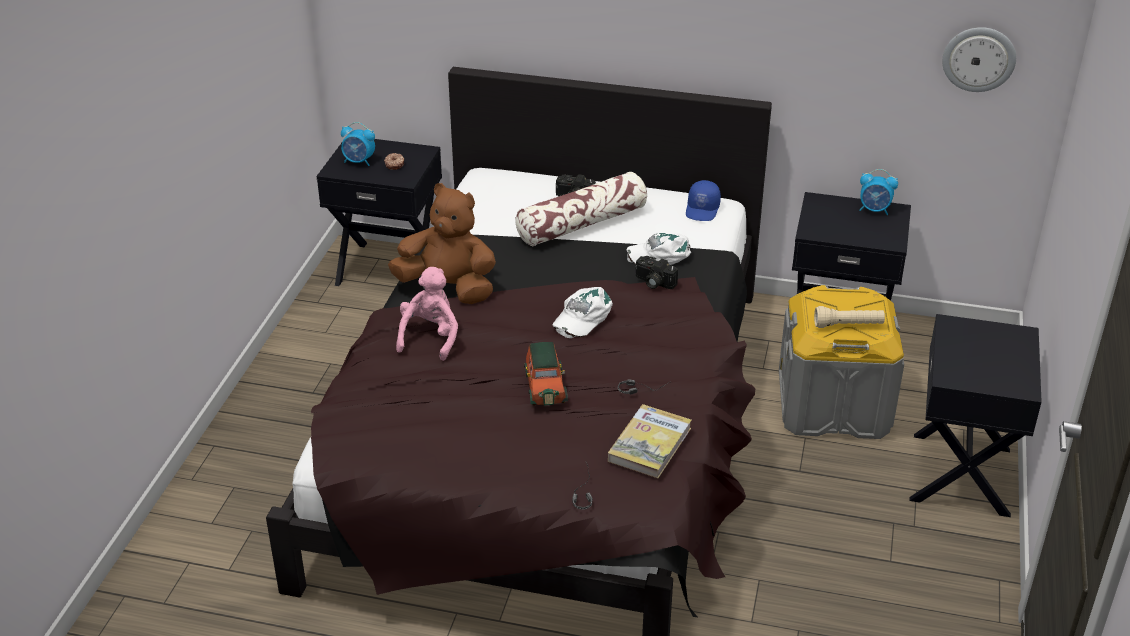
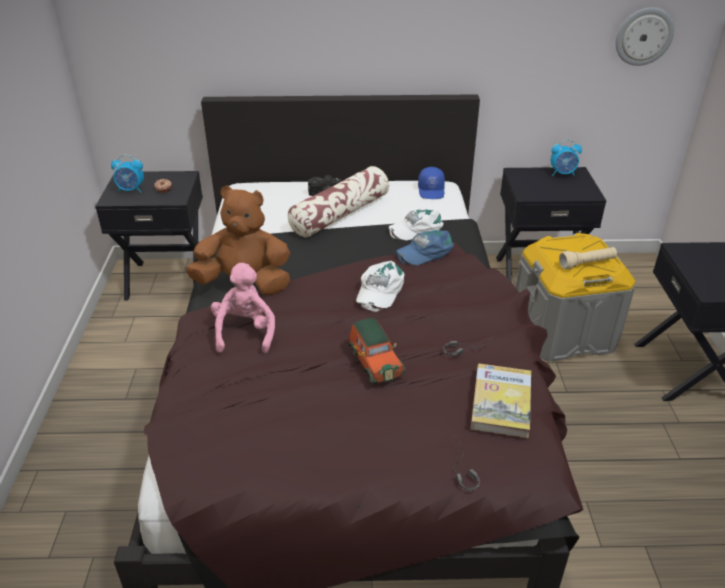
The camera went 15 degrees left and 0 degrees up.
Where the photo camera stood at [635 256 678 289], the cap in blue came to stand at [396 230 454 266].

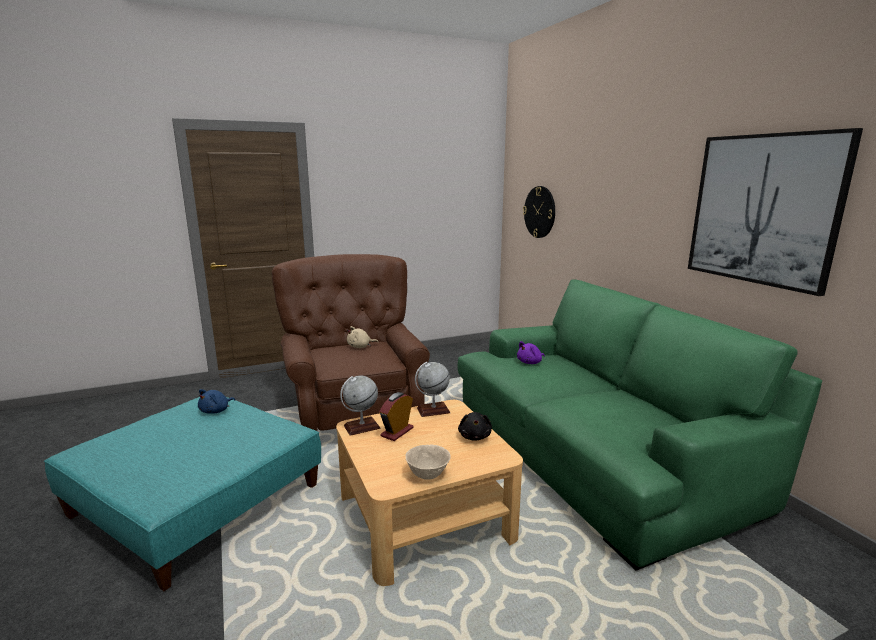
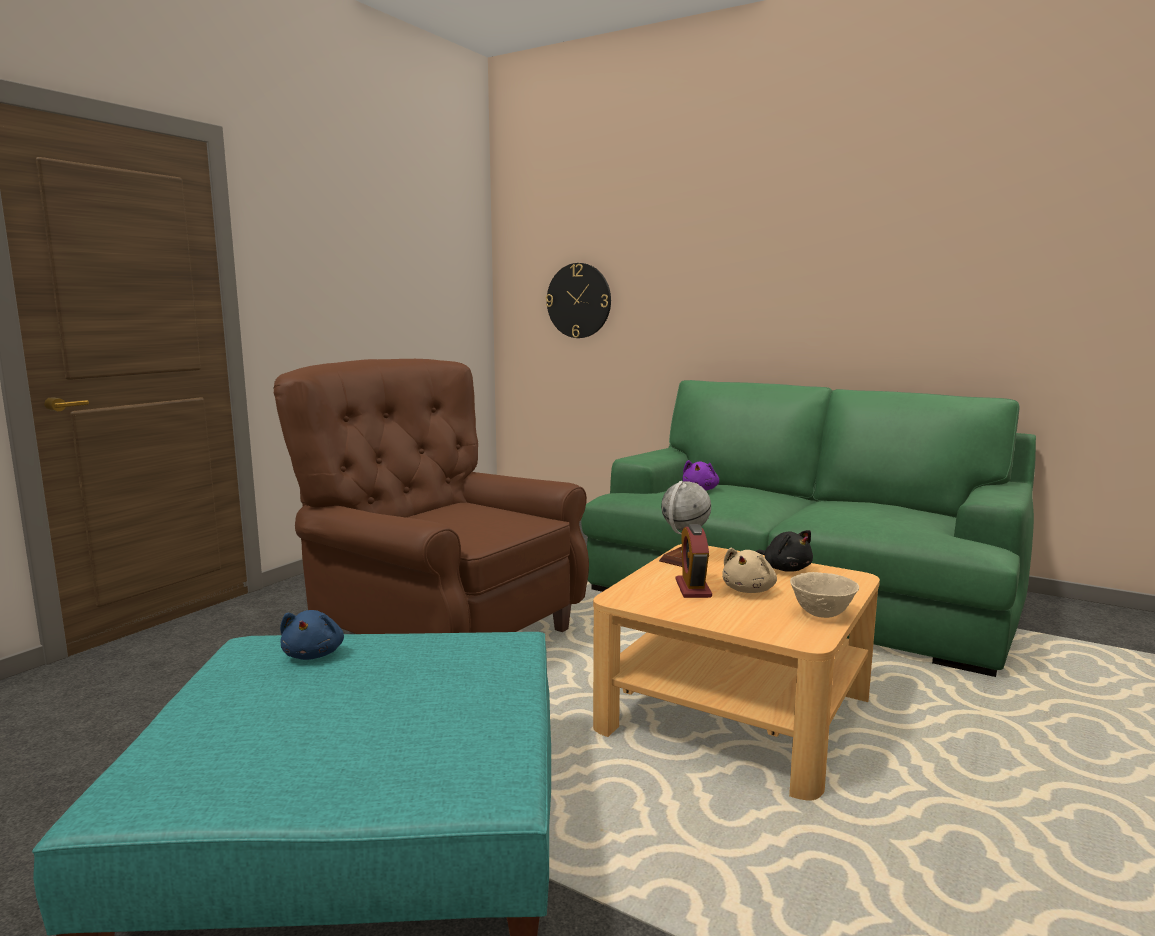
The camera went 35 degrees left and 5 degrees down.
The second view lost the globe at [340 376 380 436].
The plush toy in beige ended up elsewhere, having gone from [347 326 379 348] to [722 548 777 593].
The second view lost the picture at [688 128 863 296].

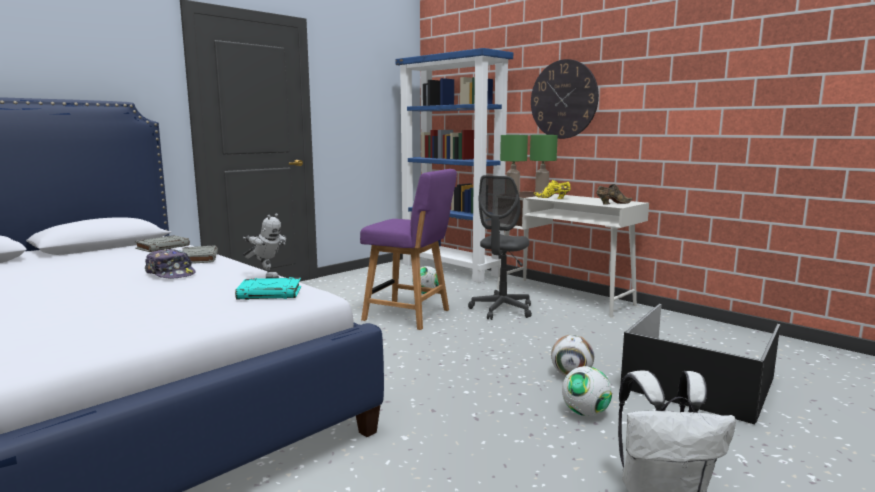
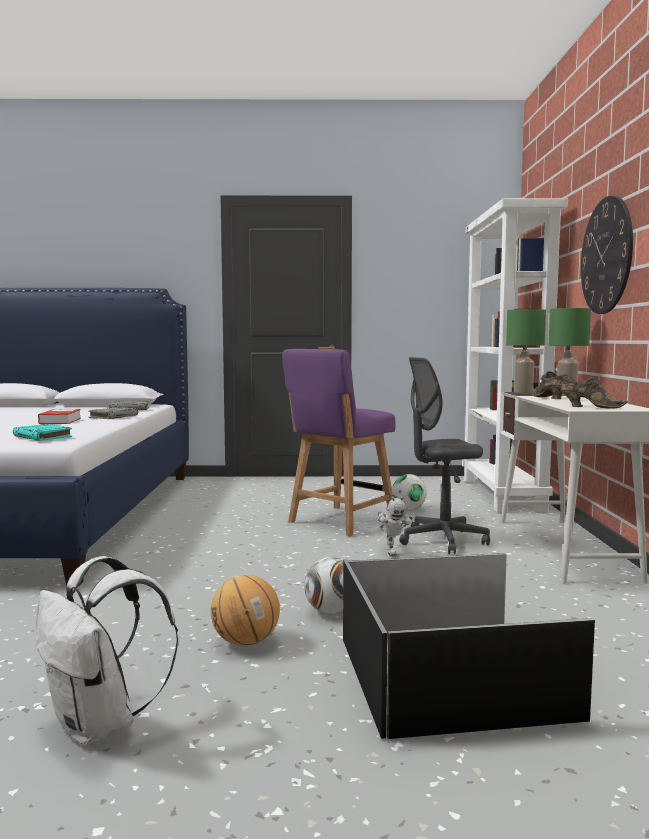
The camera went 45 degrees right and 5 degrees down.
Where the cap stood at [145 249 196 279], the book came to stand at [38 409 81 424].
The toy robot ended up elsewhere, having gone from [243 213 287 278] to [378 496 413 556].
The chair in purple at [360 169 457 330] ended up facing another way, 60 degrees clockwise from before.
What was the bookcase in blue at [395 48 513 283] turned into the bookcase in white at [462 198 568 512].
What was the shoe in yellow at [534 180 571 199] turned into the shoe in brown at [531 371 568 399].
Where the football stood at [562 366 612 416], the basketball came to stand at [211 575 280 646].

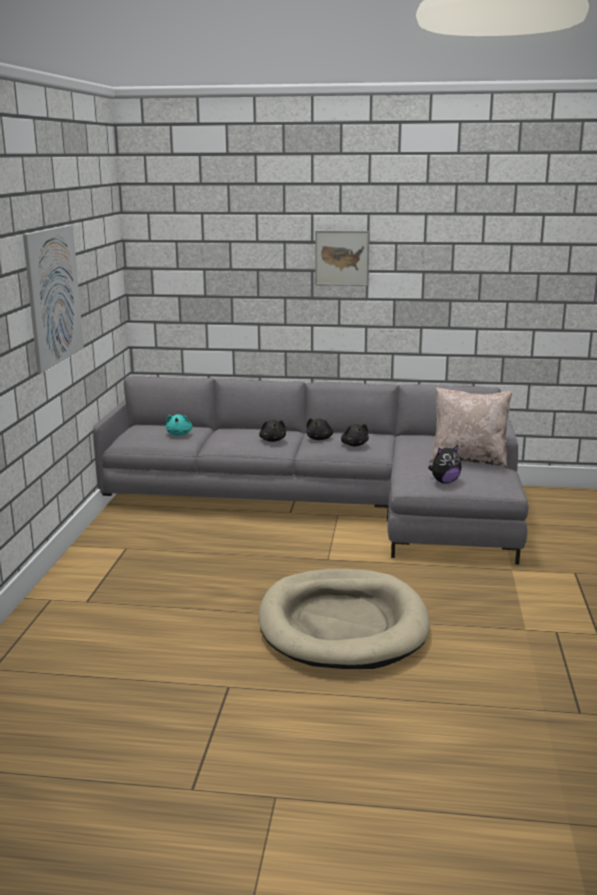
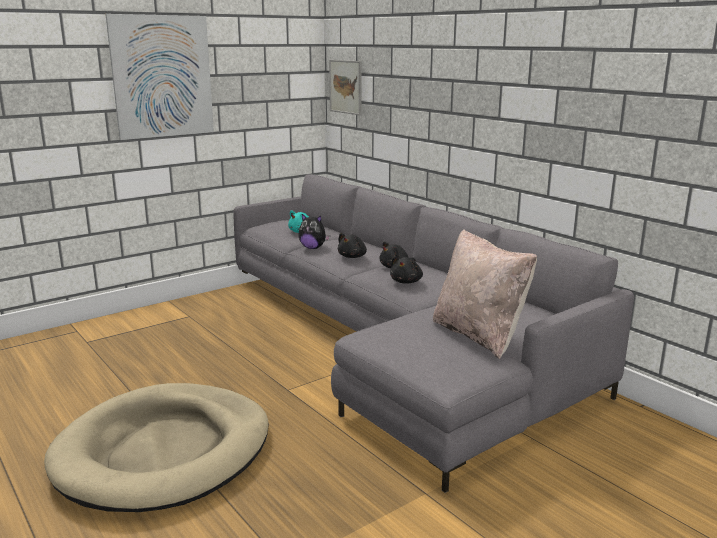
The camera went 45 degrees right and 0 degrees up.
The picture ended up elsewhere, having gone from [315 231 370 286] to [329 60 362 115].
The plush toy ended up elsewhere, having gone from [428 445 462 484] to [298 214 330 249].

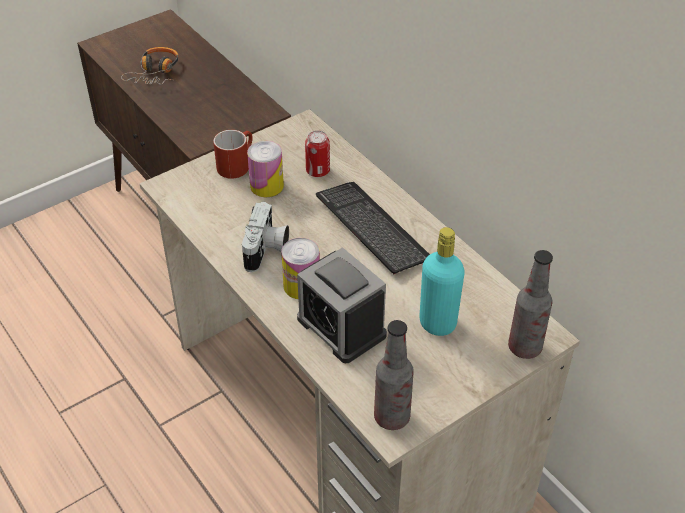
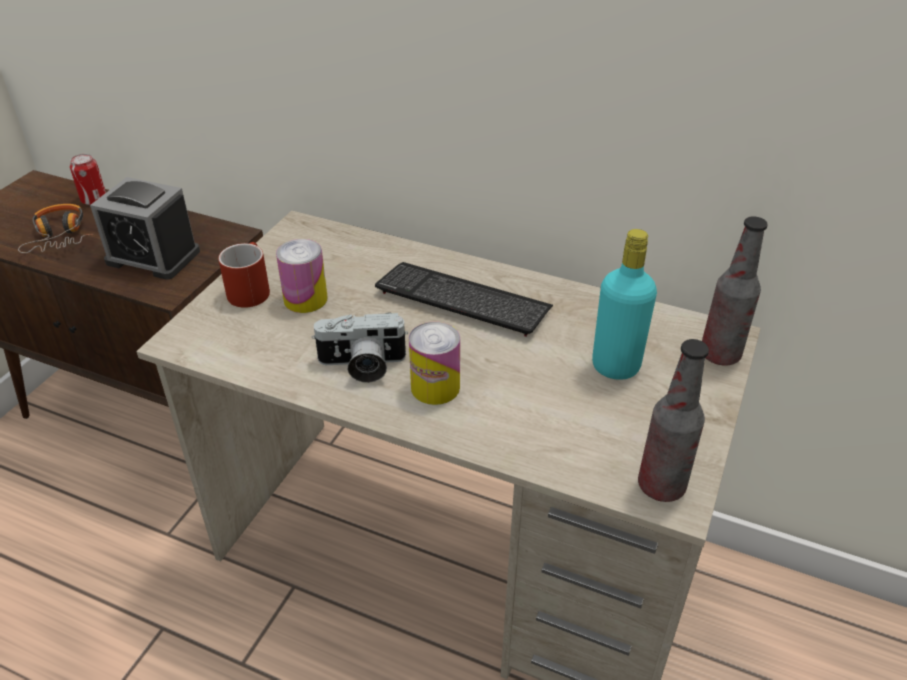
The camera went 30 degrees left and 5 degrees down.
The photo camera at [242 202 289 272] ended up facing another way, 105 degrees clockwise from before.
The alarm clock ended up elsewhere, having gone from [297 247 387 364] to [90 177 200 280].
The can ended up elsewhere, having gone from [305 131 330 177] to [70 154 106 205].

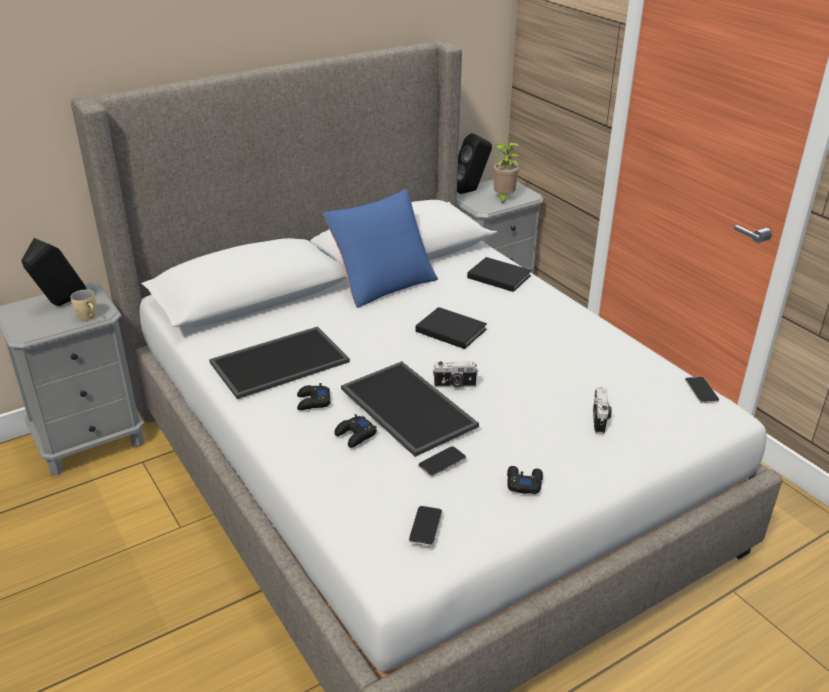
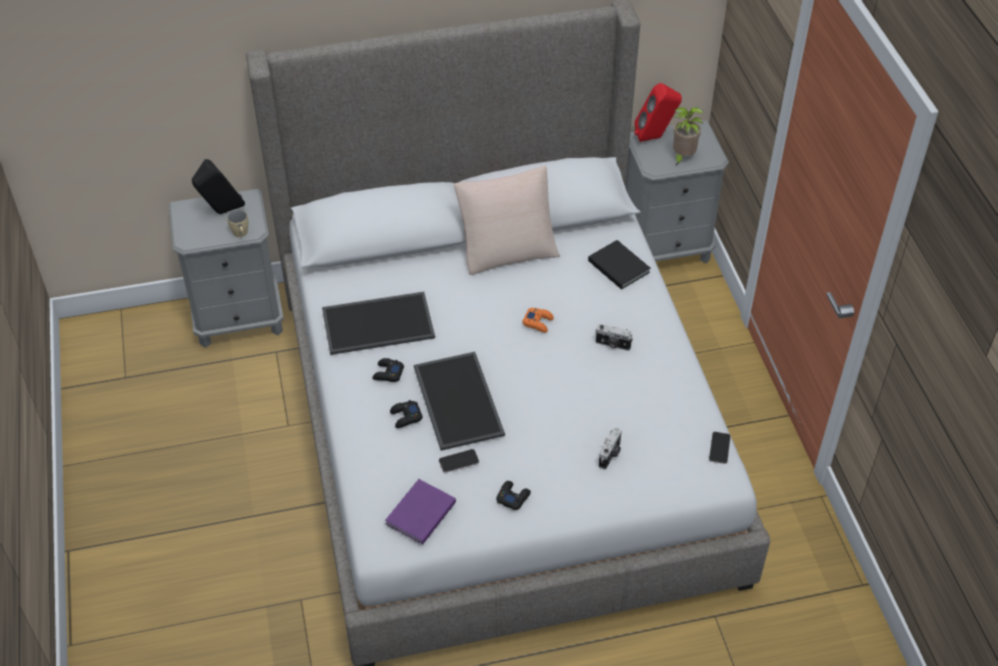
The camera went 20 degrees right and 15 degrees up.
What was the pillow in blue at [323 190 438 308] turned into the pillow in beige at [454 166 560 275].
Where the phone stood at [409 506 442 546], the book in purple came to stand at [385 479 456 545].
Where the book in black stood at [416 307 487 349], the game controller in orange came to stand at [522 308 554 333].
The photo camera ended up elsewhere, having gone from [433 361 478 388] to [595 324 633 351].
What was the speaker in black at [457 133 492 194] turned into the speaker in red at [635 83 682 142].

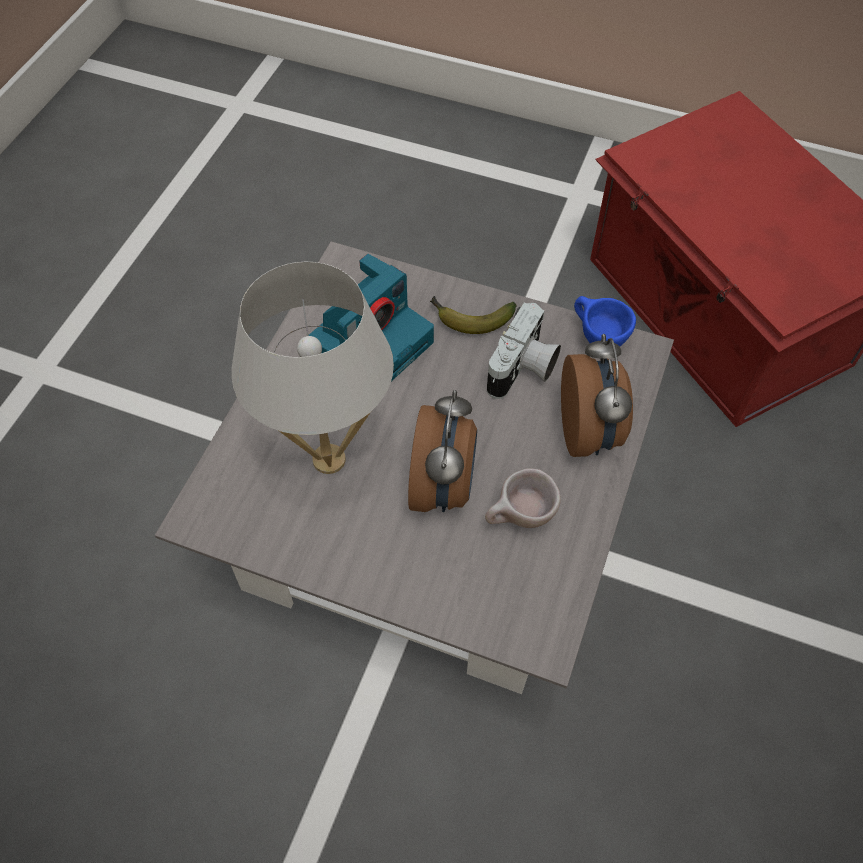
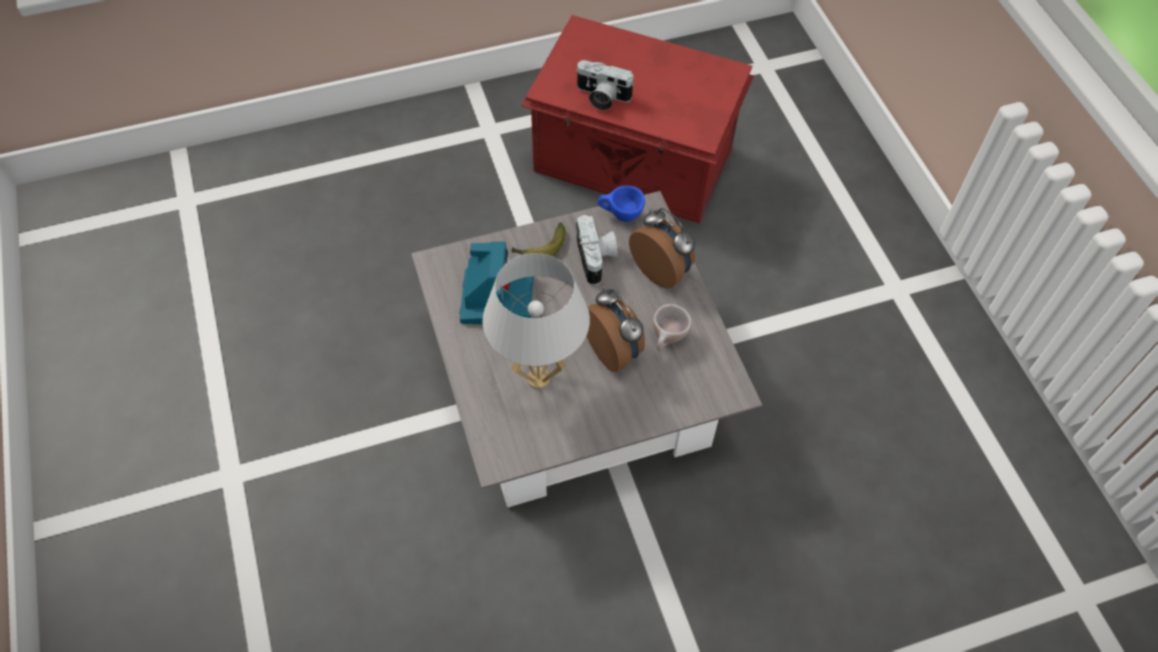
The camera went 40 degrees left and 0 degrees up.
The second view gained the photo camera at [576 60 635 110].

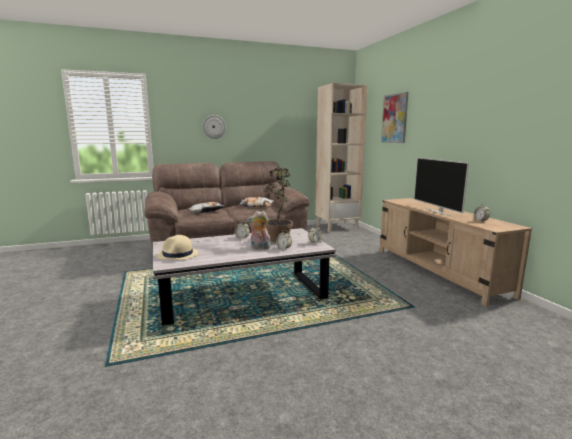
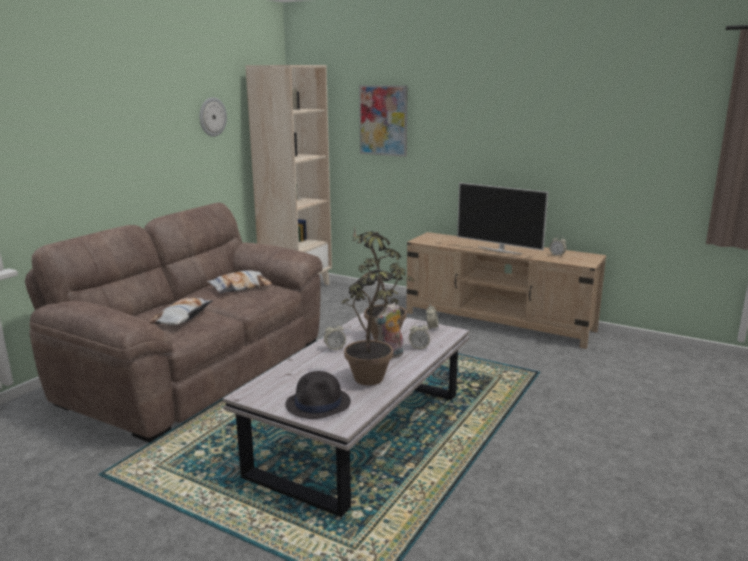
The camera went 40 degrees left and 5 degrees up.
What was the hat in beige at [157 235 199 260] turned into the hat in black at [285 371 351 419].
The wall clock ended up elsewhere, having gone from [203 115 226 139] to [200 97 227 137].
The second view gained the potted plant at [341 270 400 385].

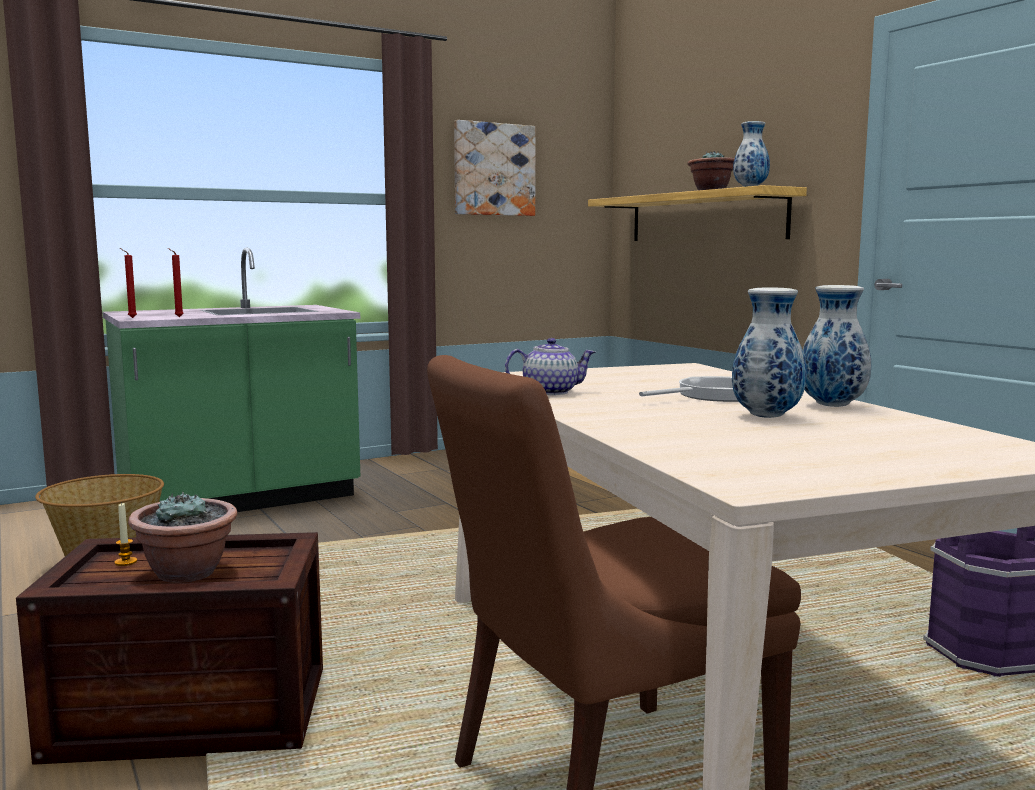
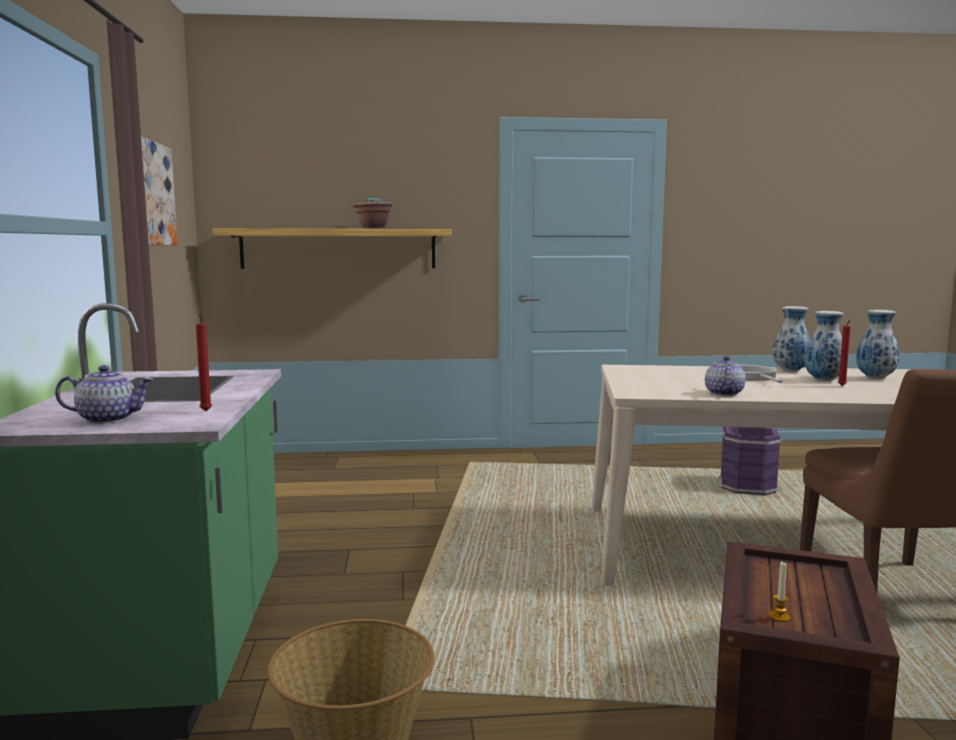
The camera went 65 degrees left and 0 degrees up.
The candle in red ended up elsewhere, having gone from [120 248 137 318] to [838 320 851 386].
The second view lost the potted plant at [128 492 237 583].
The vase ended up elsewhere, having gone from [733 121 770 187] to [856 310 899 379].
The second view gained the teapot at [55 365 153 424].

